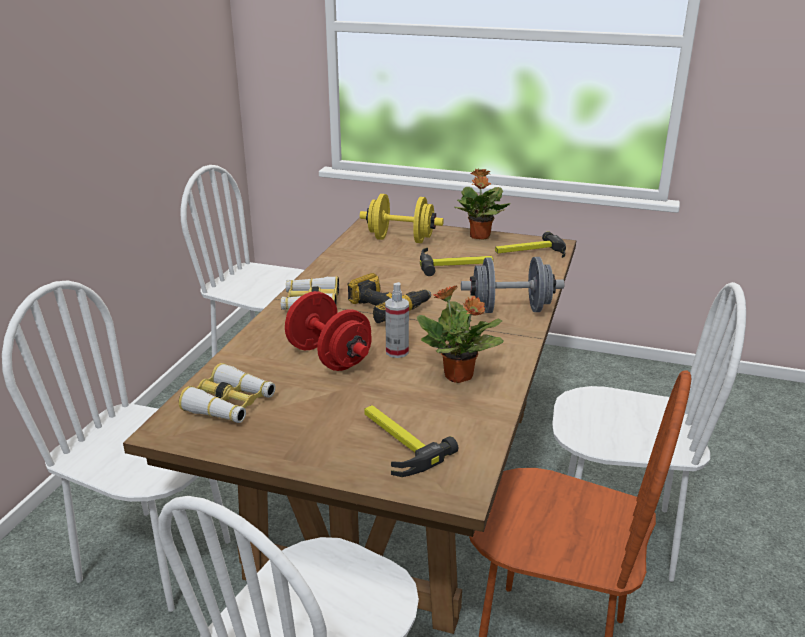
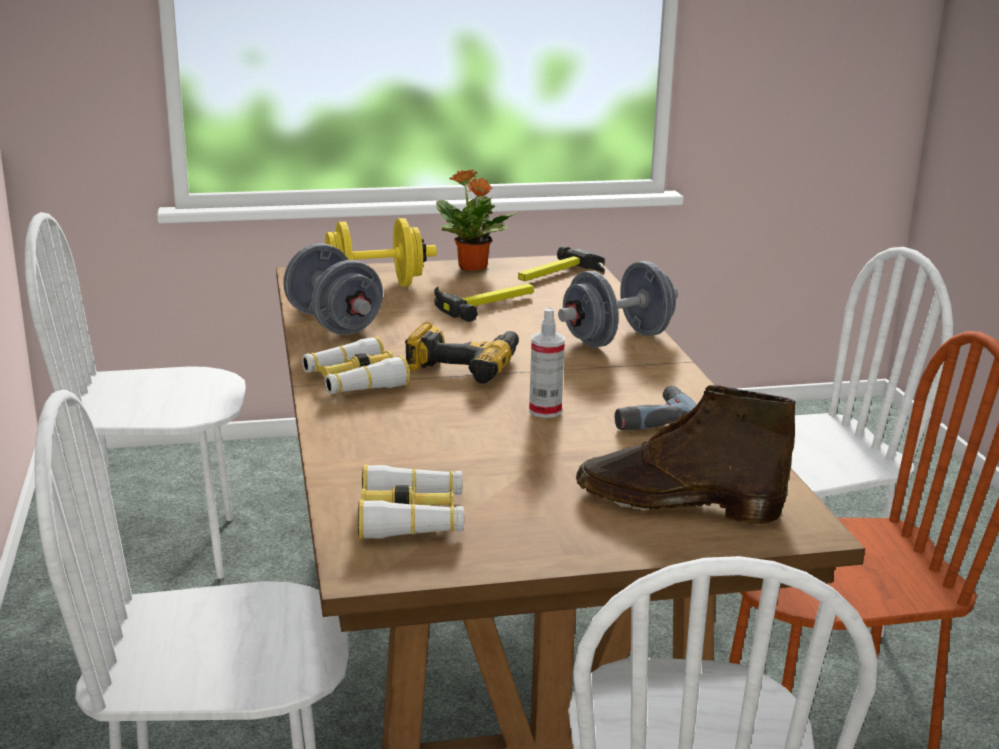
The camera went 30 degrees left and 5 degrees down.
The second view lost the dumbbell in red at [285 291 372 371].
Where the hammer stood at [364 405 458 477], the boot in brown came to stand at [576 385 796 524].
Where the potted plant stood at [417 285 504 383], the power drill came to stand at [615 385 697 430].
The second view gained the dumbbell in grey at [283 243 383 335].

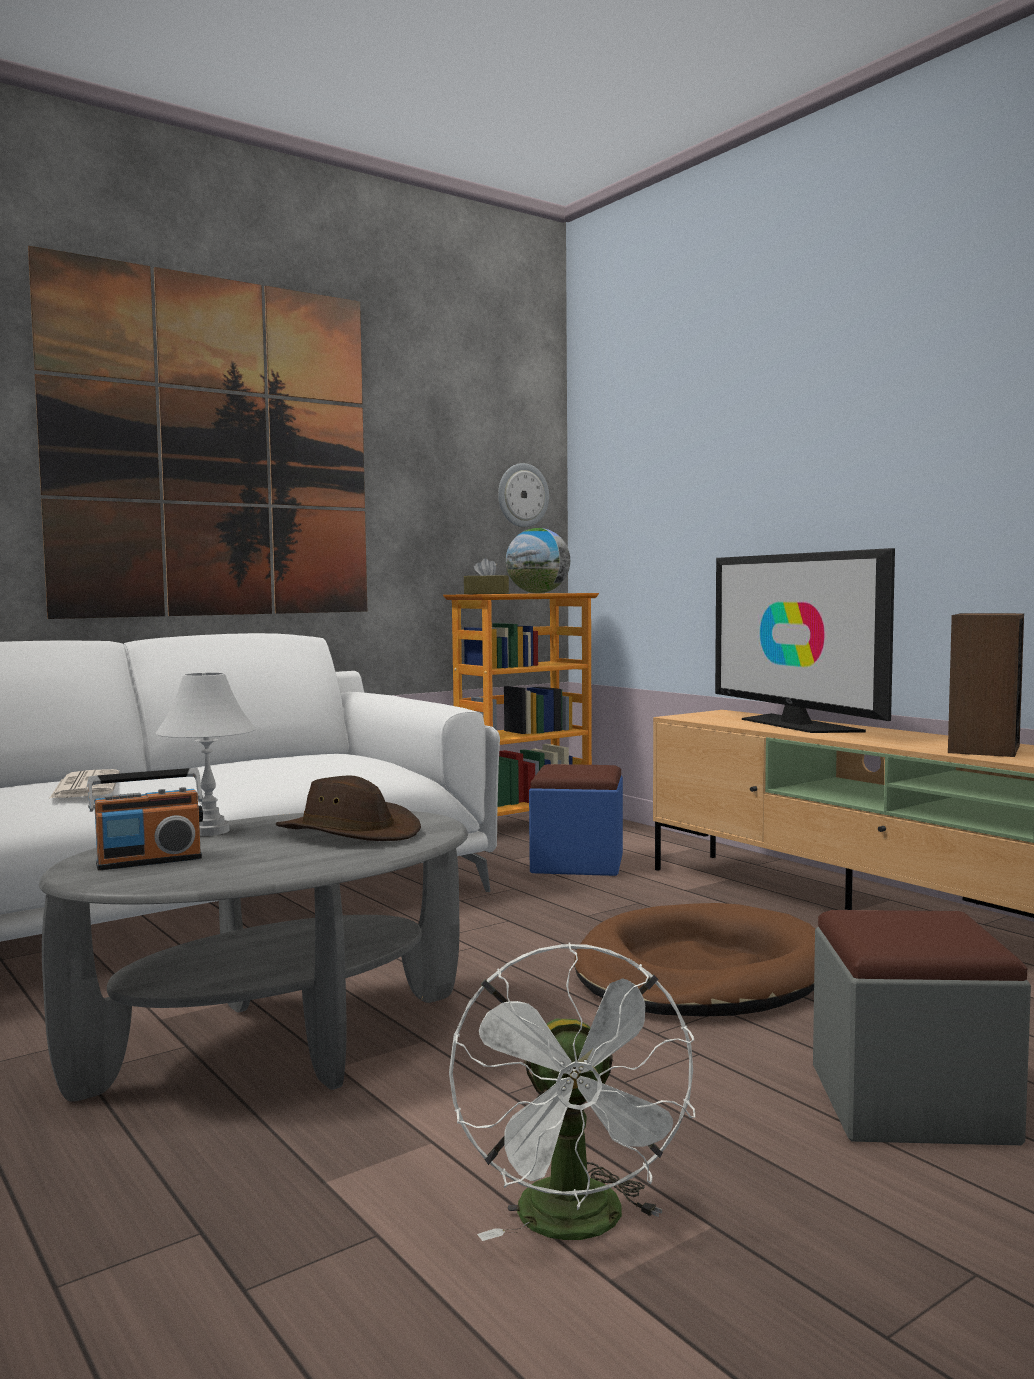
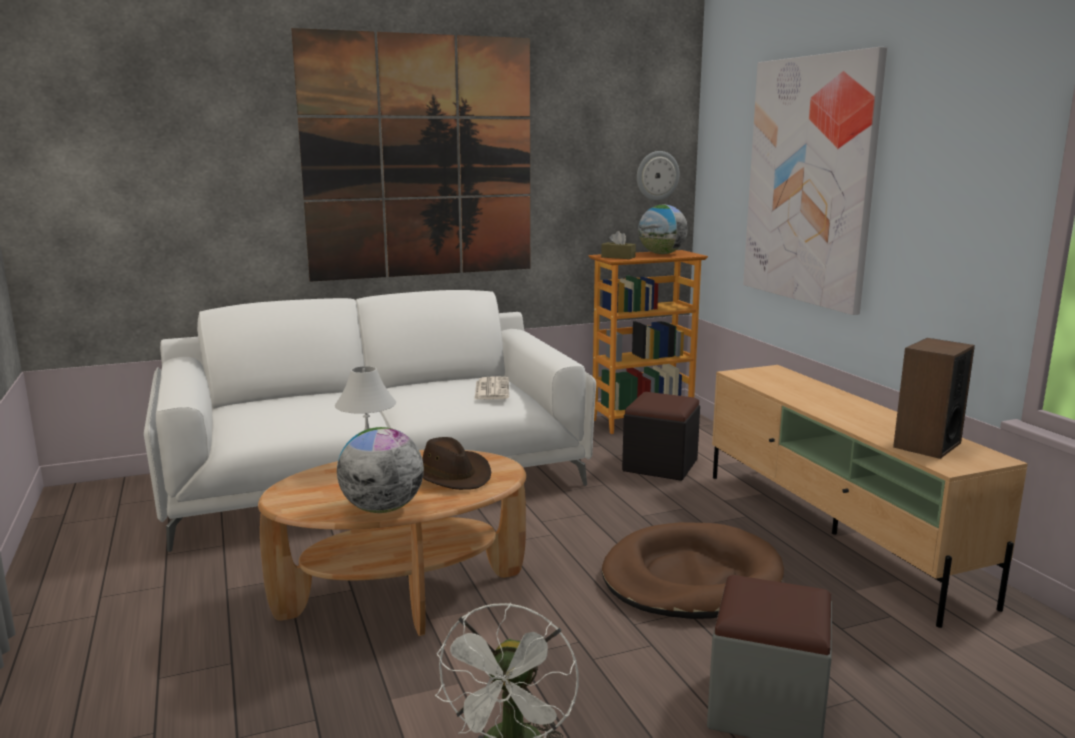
The camera went 15 degrees right and 10 degrees up.
What was the coffee table in grey at [39 811 468 1102] turned into the coffee table in brown at [258 450 526 636].
The newspaper ended up elsewhere, having gone from [49 769 120 799] to [474 376 509 400].
The second view lost the radio at [88 768 203 870].
What was the ottoman in blue at [529 764 623 876] turned into the ottoman in black at [622 392 700 481].
The second view lost the television at [715 548 895 733].
The second view gained the globe at [337 427 424 513].
The second view gained the picture at [743 47 887 315].

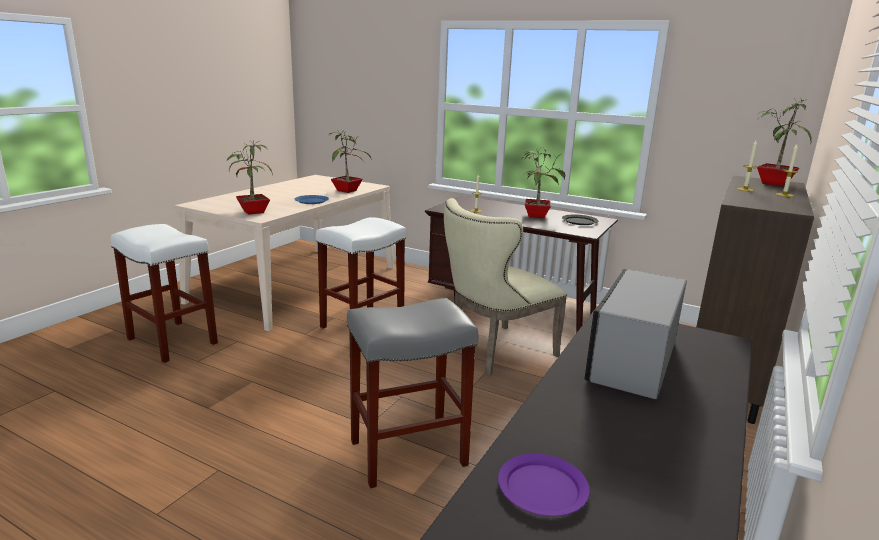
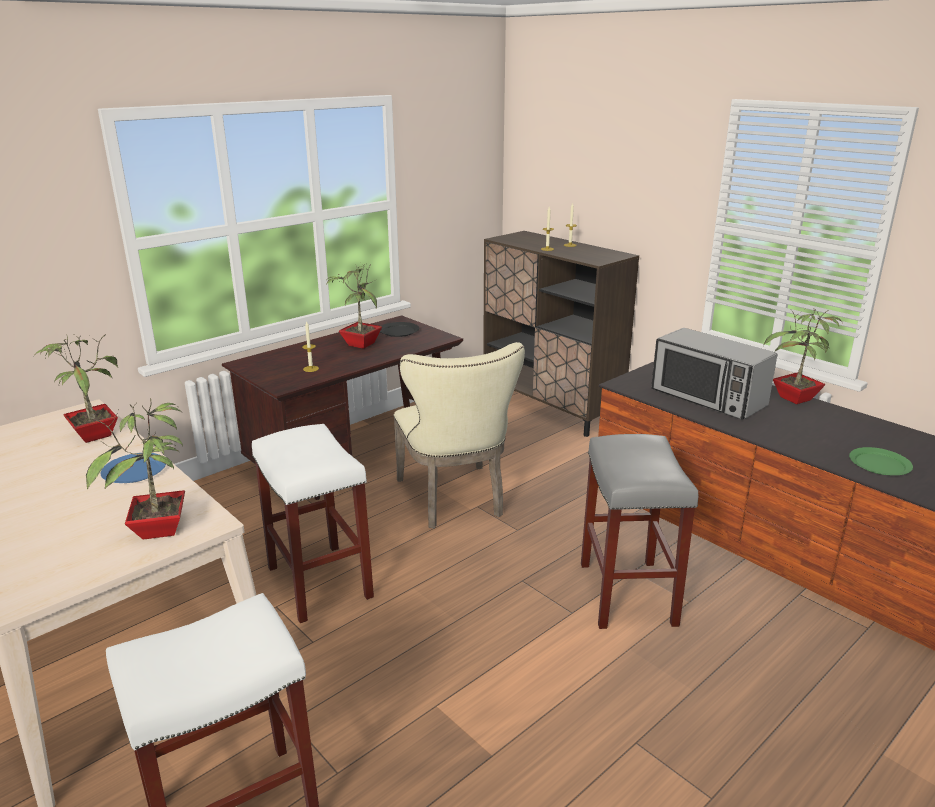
The camera went 70 degrees left and 5 degrees up.
What was the plate in purple at [498 454 590 516] turned into the plate in green at [849 447 913 475].
The potted plant ended up elsewhere, having gone from [756 98 812 187] to [763 308 843 404].

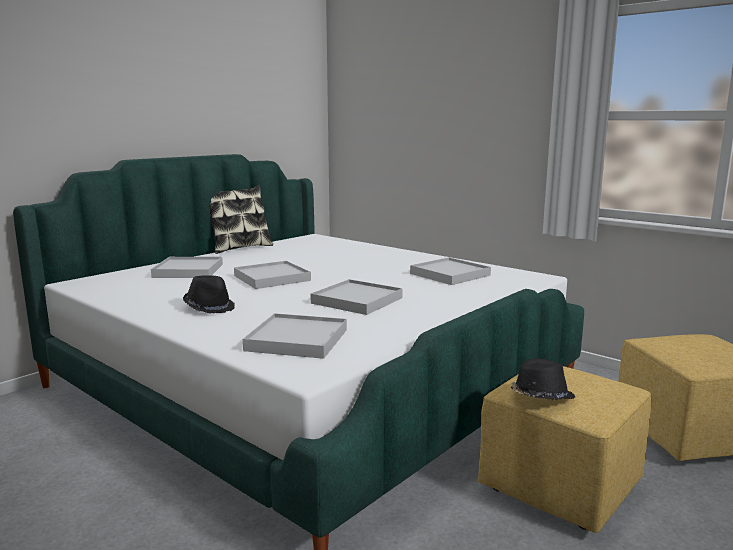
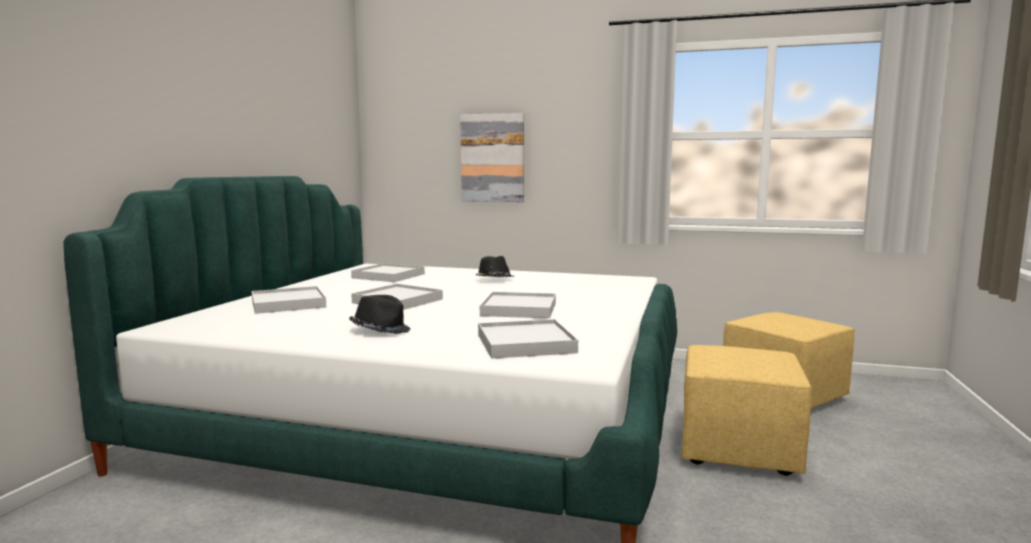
The camera went 25 degrees left and 5 degrees down.
The second view lost the pillow at [209 185 273 254].
The tray in white ended up elsewhere, having gone from [410 257 491 285] to [351 263 425 282].
The hat in black ended up elsewhere, having gone from [511 358 575 400] to [475 256 514 277].
The second view gained the picture at [460 113 524 202].

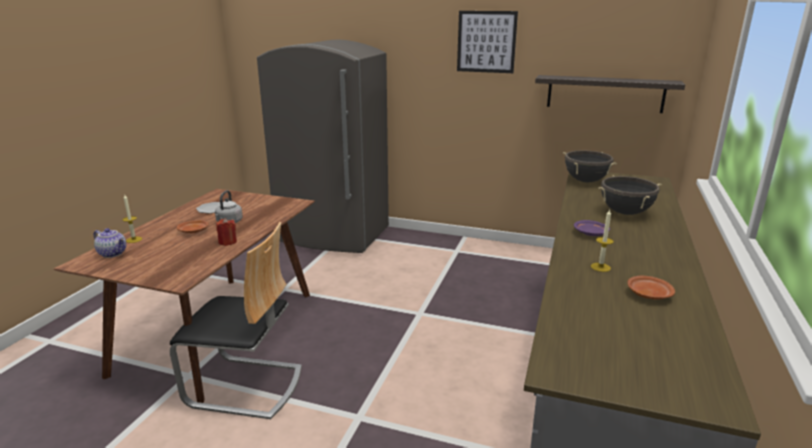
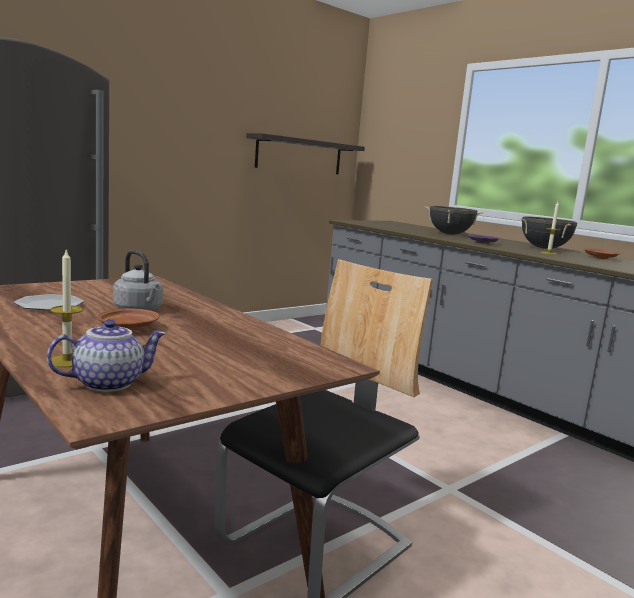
The camera went 60 degrees left and 10 degrees down.
The second view lost the candle in red at [216 218 237 246].
The second view lost the picture at [457 11 518 73].
The cooking pot in black ended up elsewhere, having gone from [563 150 617 182] to [521 216 577 249].

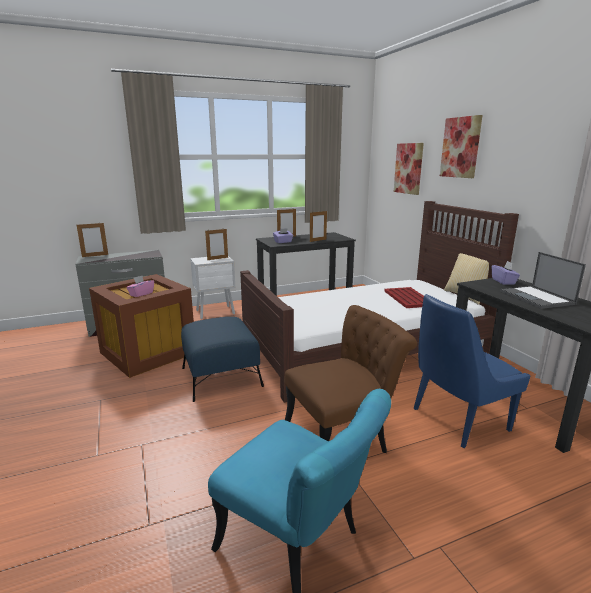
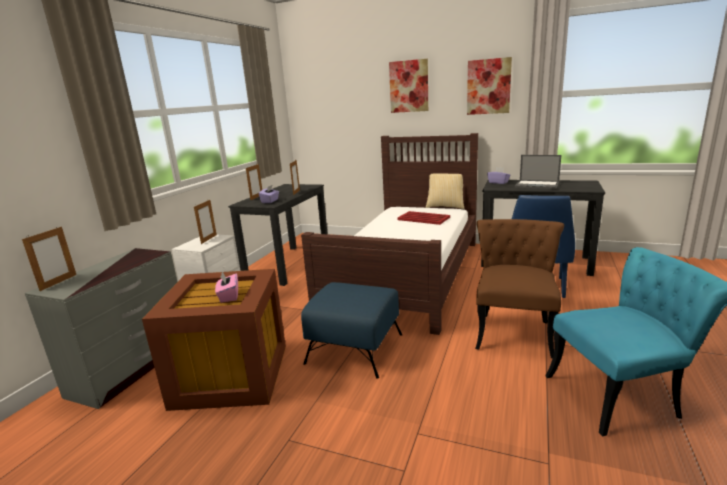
The camera went 45 degrees left and 0 degrees up.
The picture ended up elsewhere, having gone from [394 143 424 195] to [467 57 512 115].

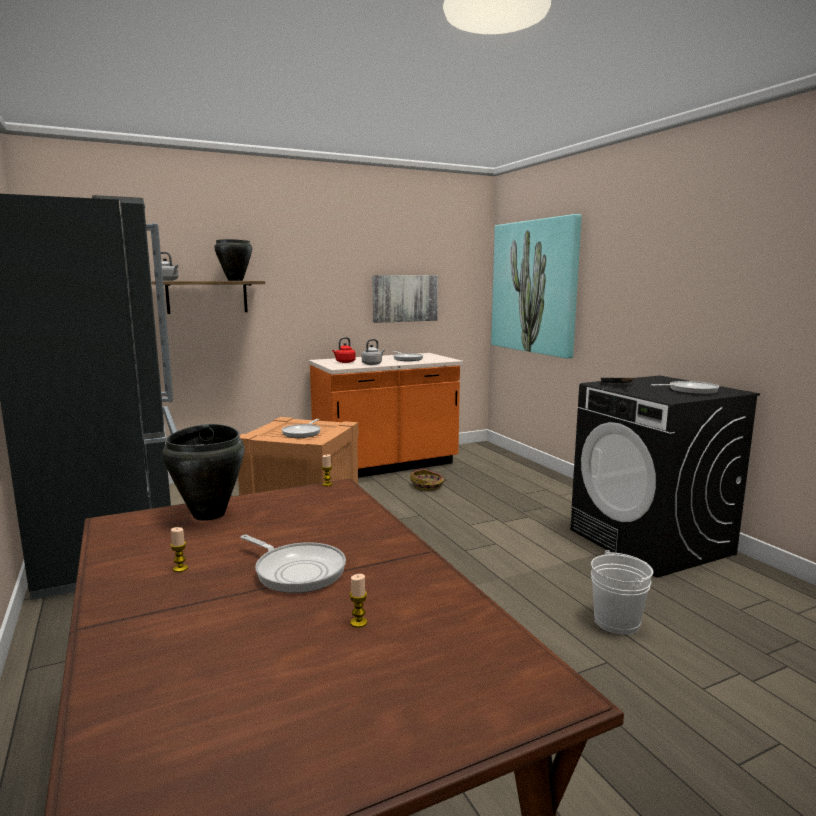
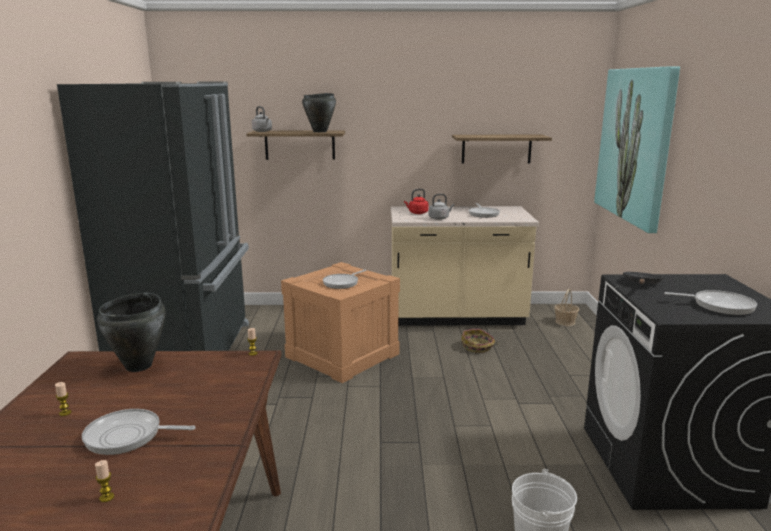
The camera went 25 degrees right and 5 degrees up.
The frying pan at [241 535 346 593] ended up facing another way, 120 degrees clockwise from before.
What was the counter in orange at [309 353 463 478] turned into the counter in beige at [391 206 539 326].
Where the picture hung at [372 275 438 323], the shelf came to hang at [452 135 552 164].
The second view gained the basket at [554 289 579 326].

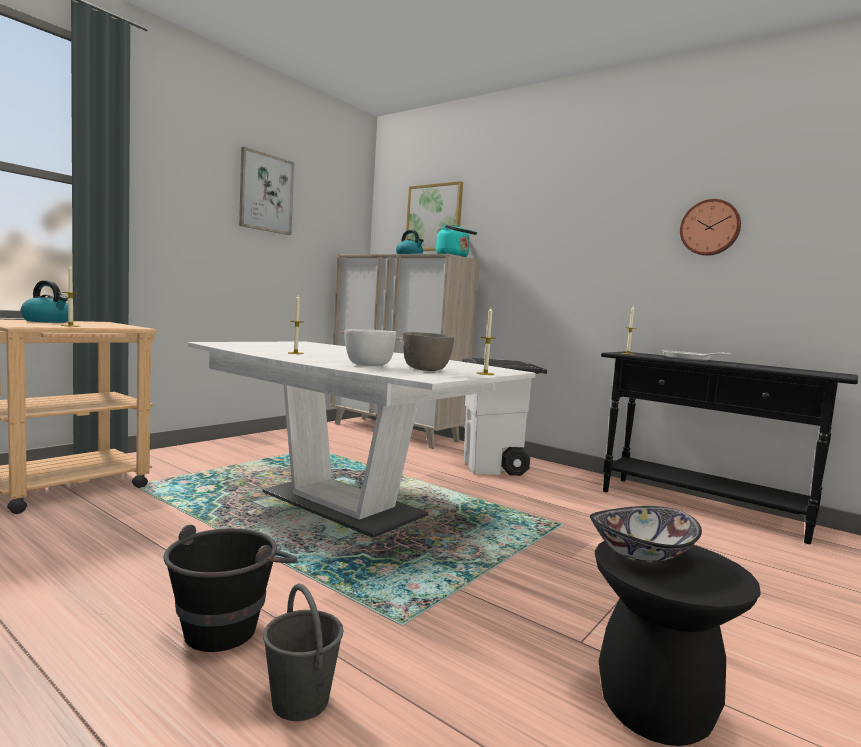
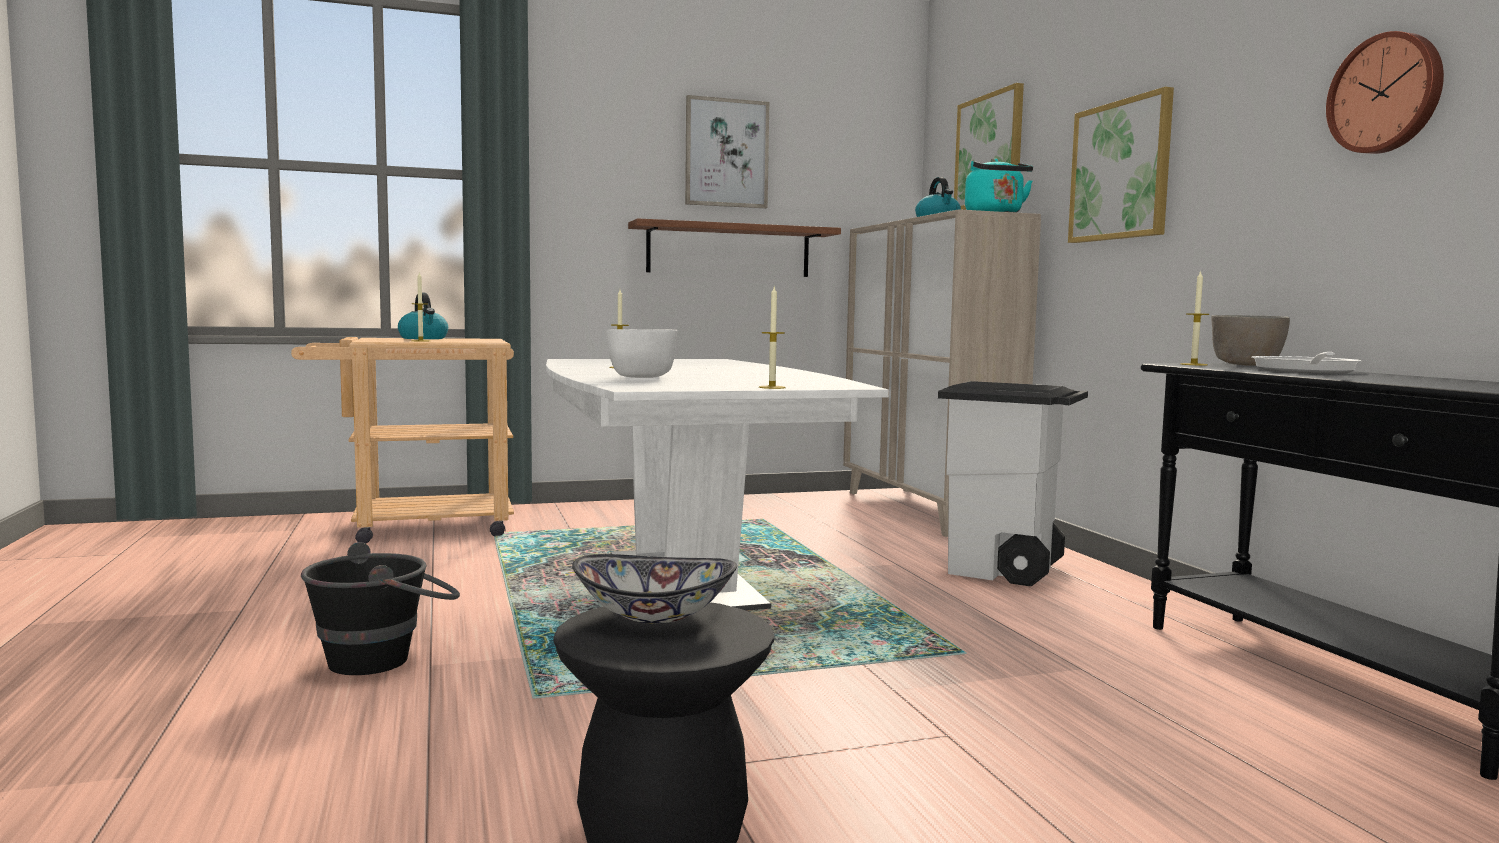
The camera went 35 degrees right and 0 degrees up.
The second view lost the bucket in grey at [263 583 344 721].
The bowl in grey ended up elsewhere, having gone from [403 332 454 371] to [1211 315 1290 366].
The second view gained the shelf at [628 218 841 277].
The second view gained the picture at [1068 87 1174 243].

